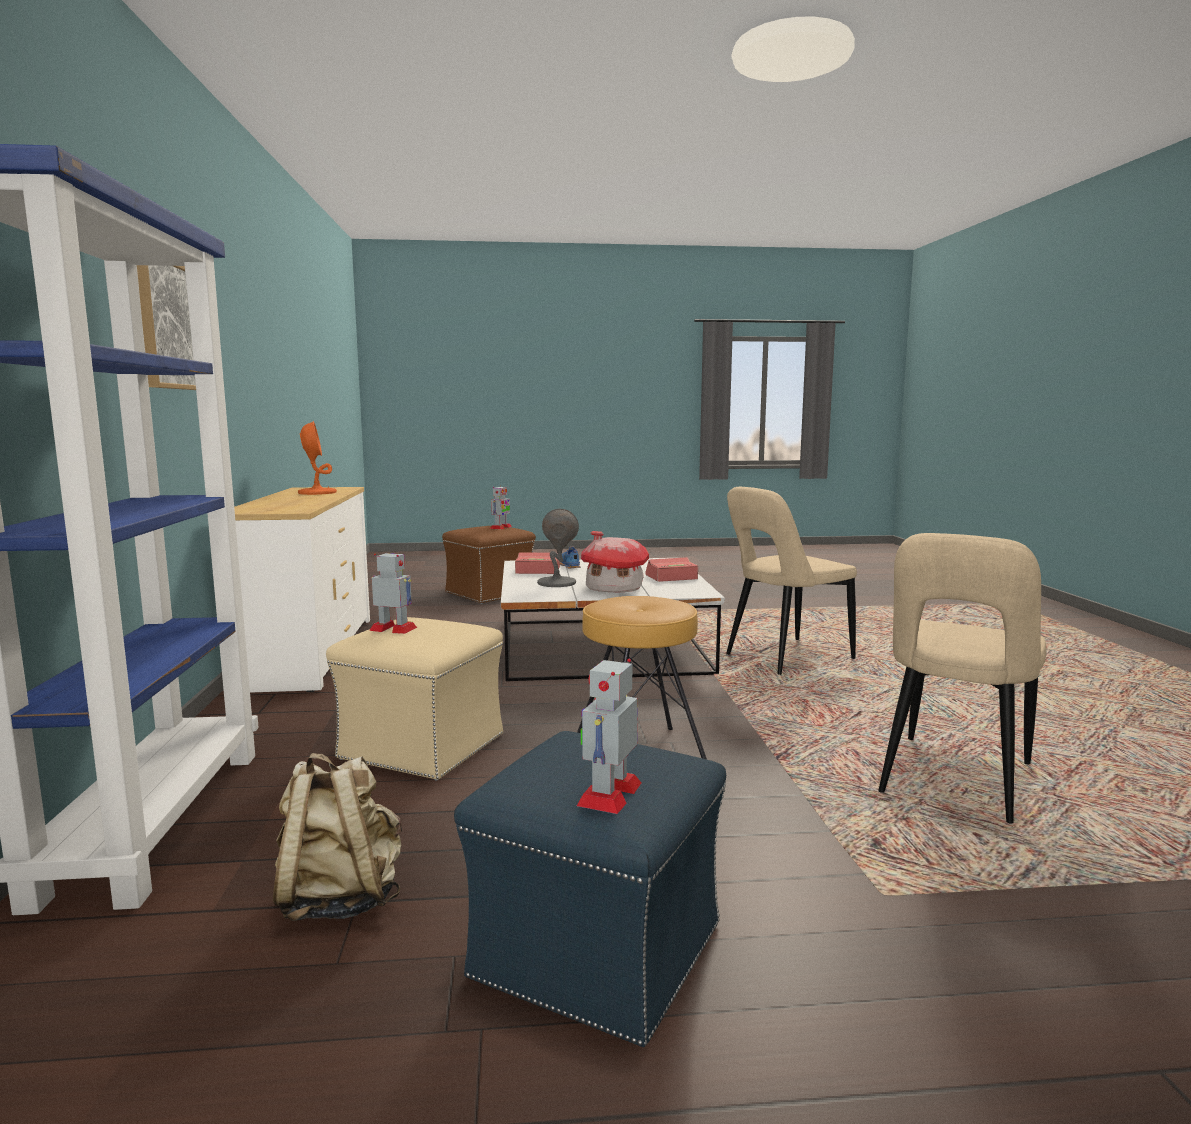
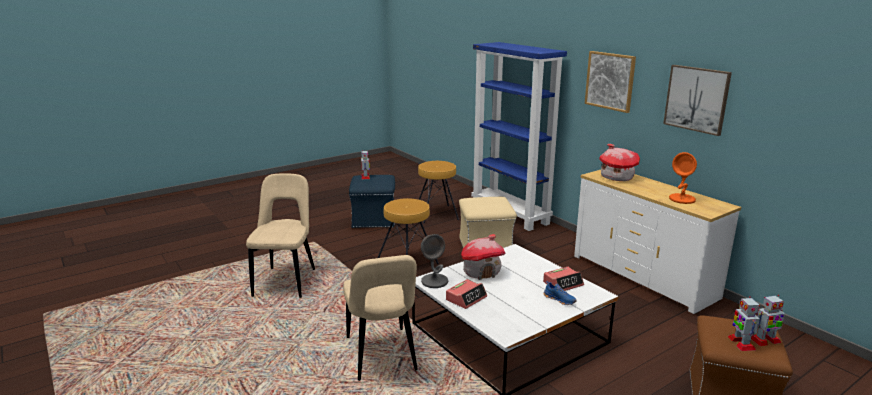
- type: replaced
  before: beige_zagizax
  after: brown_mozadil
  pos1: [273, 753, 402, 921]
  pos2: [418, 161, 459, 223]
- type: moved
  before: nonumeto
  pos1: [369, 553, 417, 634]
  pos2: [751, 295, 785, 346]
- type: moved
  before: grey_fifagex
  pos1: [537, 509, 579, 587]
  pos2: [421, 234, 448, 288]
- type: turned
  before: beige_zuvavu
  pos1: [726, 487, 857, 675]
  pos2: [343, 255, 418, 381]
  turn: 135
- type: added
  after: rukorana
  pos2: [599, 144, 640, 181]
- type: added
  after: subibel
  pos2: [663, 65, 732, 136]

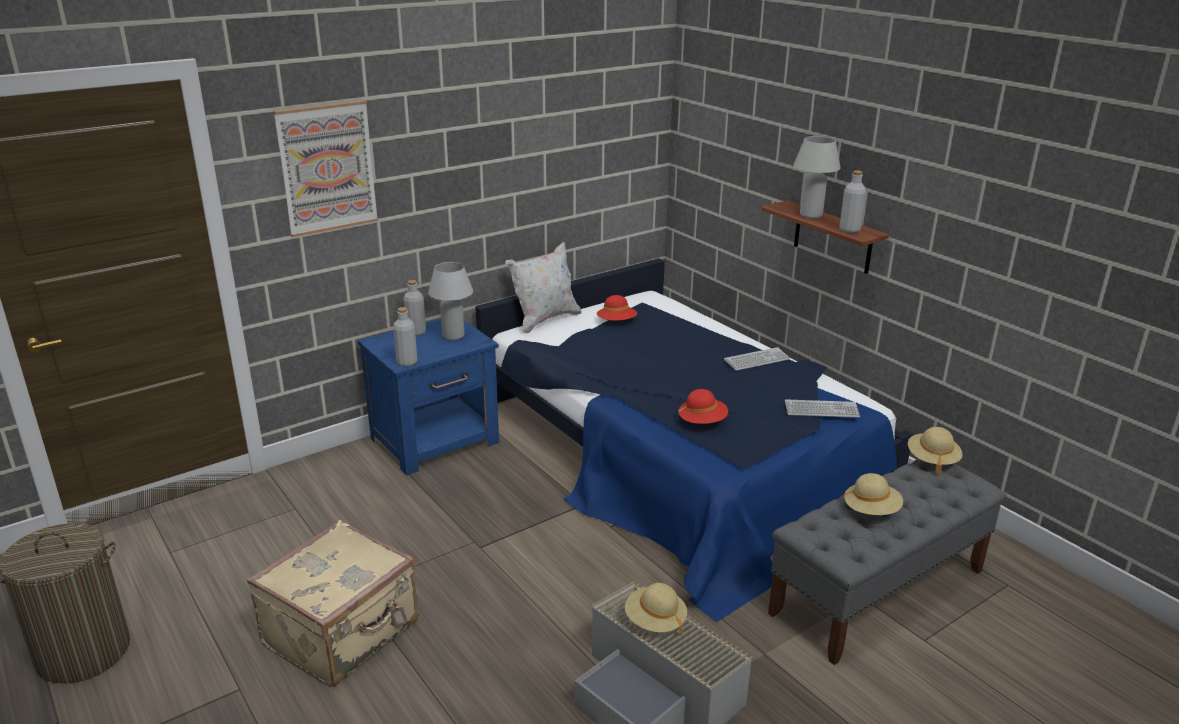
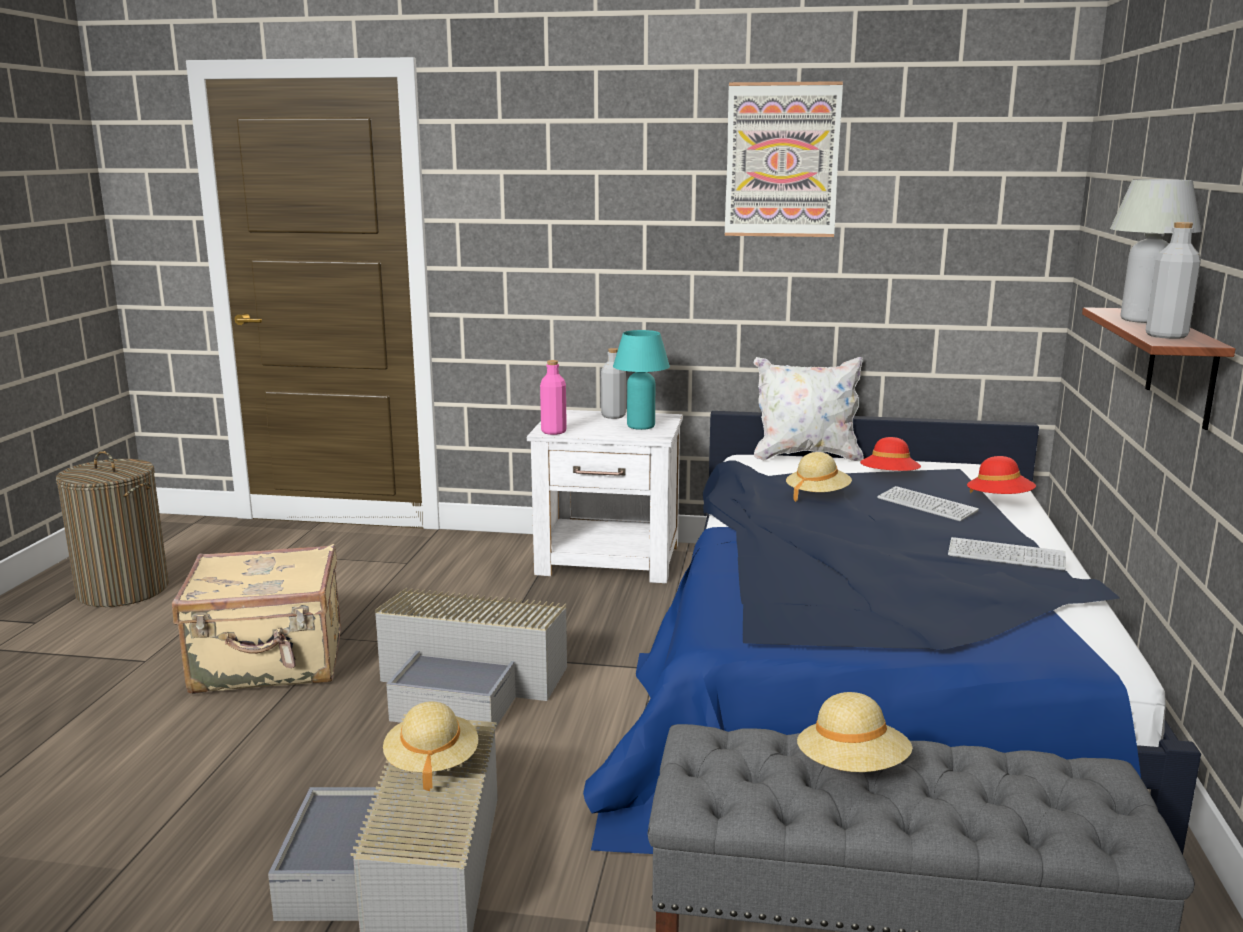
- type: moved
  before: subibel
  pos1: [273, 100, 378, 237]
  pos2: [725, 81, 843, 237]
- type: recoloured
  before: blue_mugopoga
  after: white_mugopoga
  pos1: [358, 319, 499, 475]
  pos2: [527, 410, 683, 584]
- type: recoloured
  before: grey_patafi
  after: pink_patafi
  pos1: [393, 307, 417, 367]
  pos2: [540, 360, 567, 435]
- type: recoloured
  before: white_fifagex
  after: turquoise_fifagex
  pos1: [428, 262, 473, 340]
  pos2: [613, 330, 670, 430]
- type: moved
  before: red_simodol
  pos1: [677, 389, 728, 424]
  pos2: [967, 456, 1036, 494]
- type: moved
  before: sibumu
  pos1: [785, 399, 860, 418]
  pos2: [877, 486, 979, 521]
- type: moved
  before: beige_simodol
  pos1: [908, 427, 962, 475]
  pos2: [786, 452, 852, 502]
- type: added
  after: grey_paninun
  pos2: [375, 588, 567, 727]

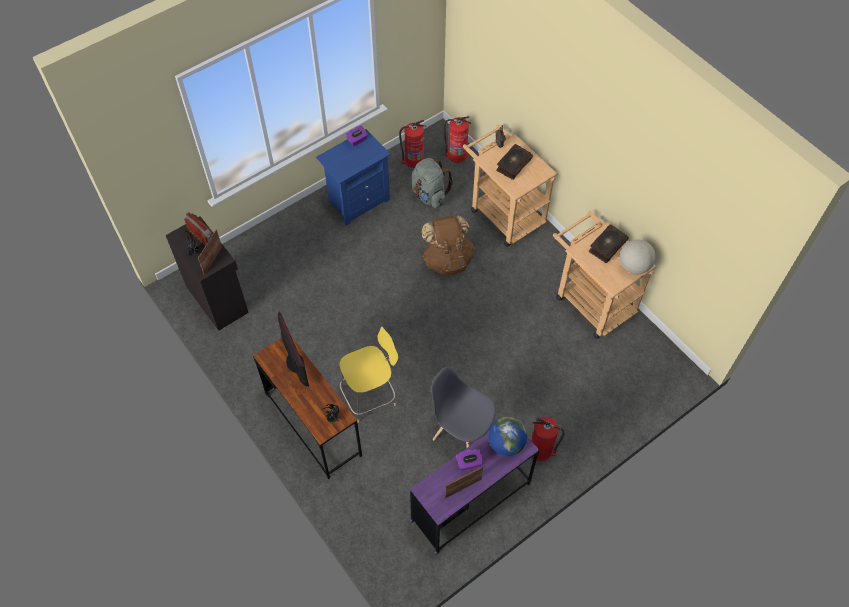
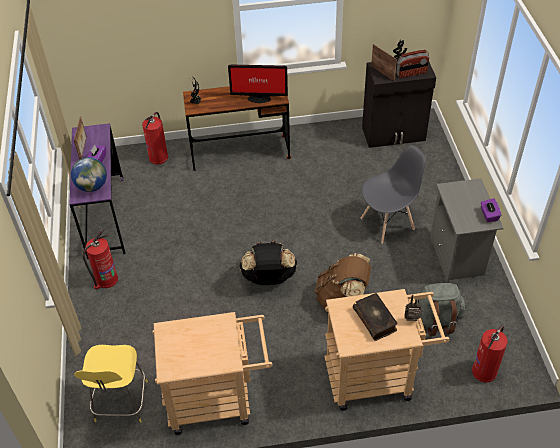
- type: recoloured
  before: blue_mugopoga
  after: grey_mugopoga
  pos1: [316, 129, 390, 226]
  pos2: [430, 178, 504, 283]
- type: moved
  before: yellow_mozadil
  pos1: [340, 327, 398, 423]
  pos2: [74, 345, 148, 423]
- type: moved
  before: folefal
  pos1: [399, 120, 426, 168]
  pos2: [142, 112, 168, 164]
- type: moved
  before: grey_zuvavu
  pos1: [431, 367, 496, 448]
  pos2: [361, 145, 426, 244]
- type: removed
  before: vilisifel
  pos1: [589, 224, 628, 263]
- type: removed
  before: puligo
  pos1: [620, 239, 655, 274]
- type: added
  after: black_zagizax
  pos2: [240, 241, 297, 285]

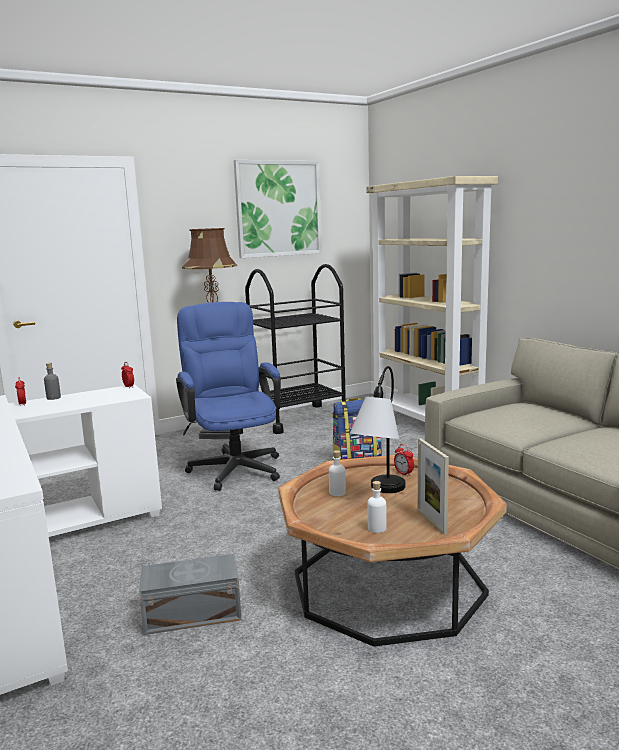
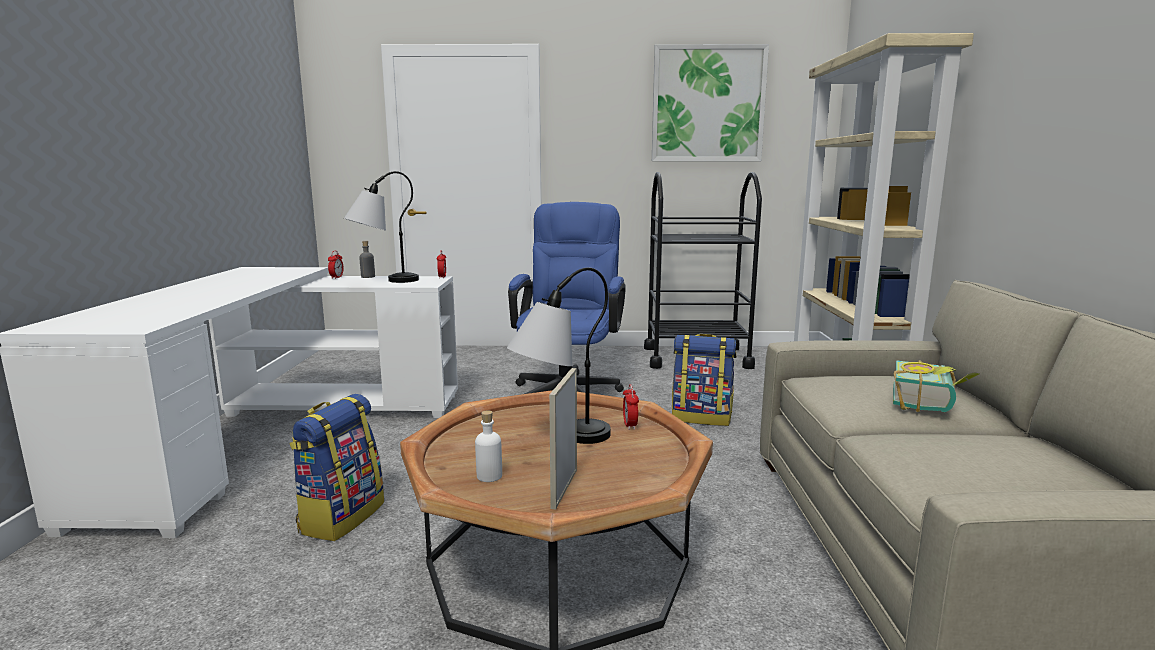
- type: replaced
  before: grey_paninun
  after: zagizax
  pos1: [139, 554, 241, 635]
  pos2: [290, 394, 384, 541]
- type: removed
  before: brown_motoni
  pos1: [182, 228, 237, 439]
- type: removed
  before: white_patafi
  pos1: [329, 450, 346, 496]
- type: added
  after: fifagex
  pos2: [344, 171, 419, 283]
- type: added
  after: vilisifel
  pos2: [893, 360, 979, 412]

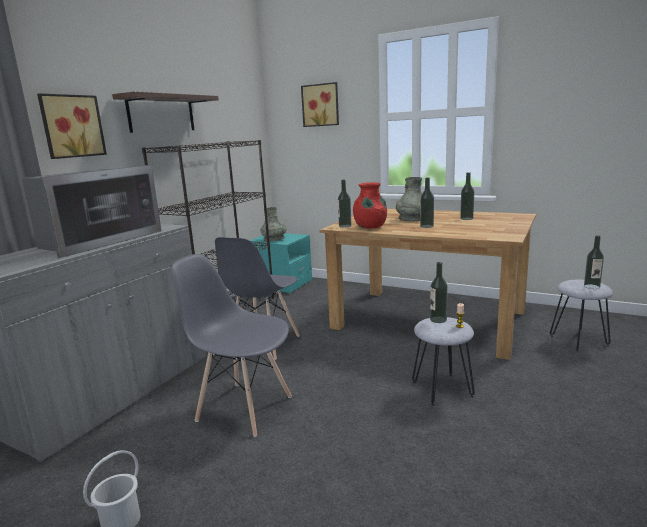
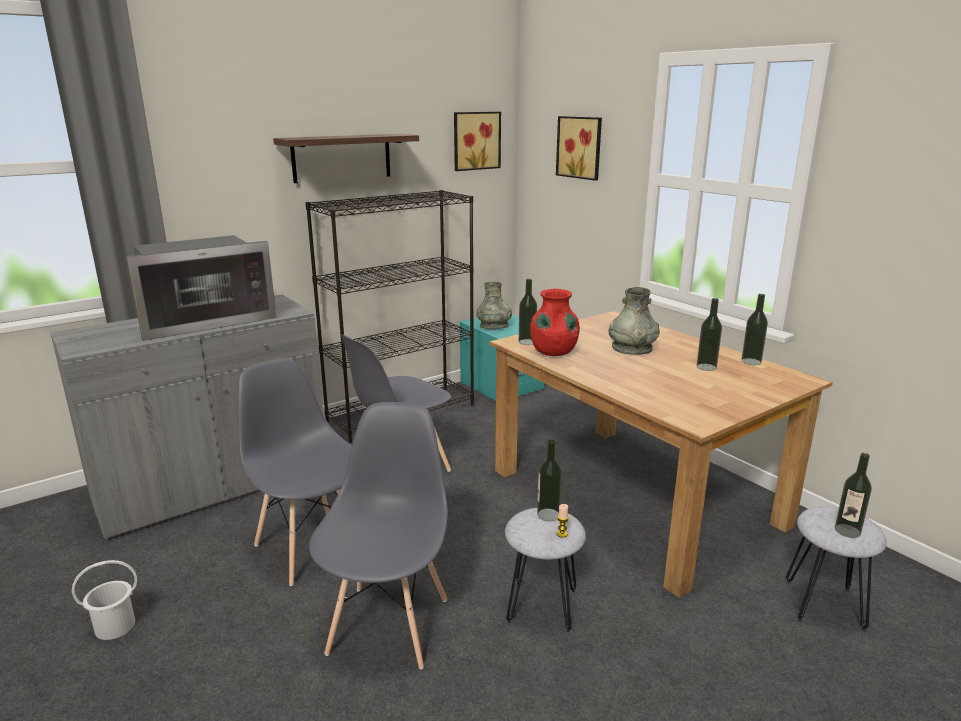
- type: moved
  before: subibel
  pos1: [37, 93, 107, 159]
  pos2: [454, 112, 501, 171]
- type: moved
  before: patafi
  pos1: [420, 178, 434, 228]
  pos2: [741, 294, 768, 365]
- type: added
  after: grey_zuvavu
  pos2: [309, 402, 448, 669]

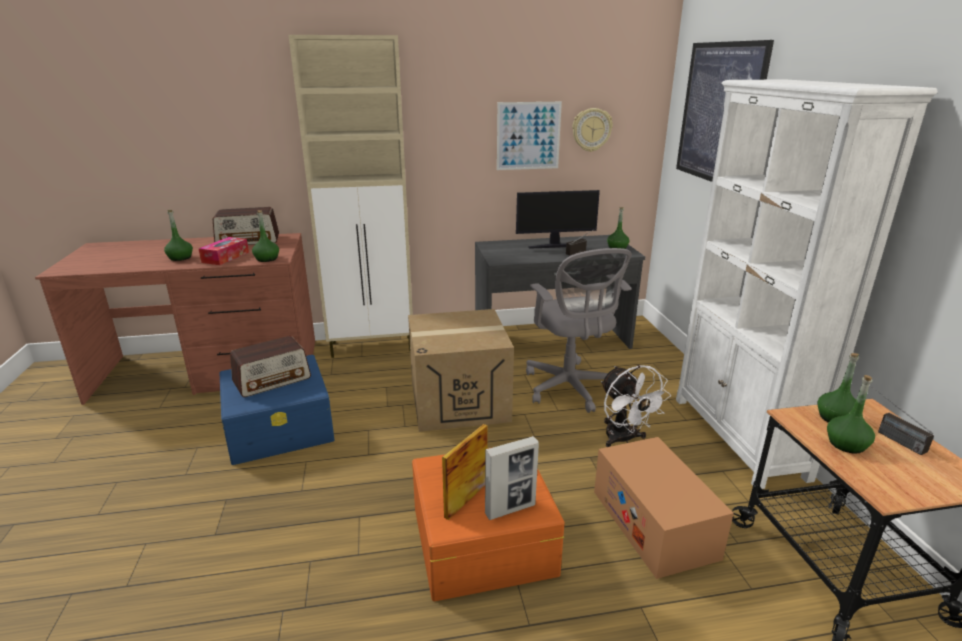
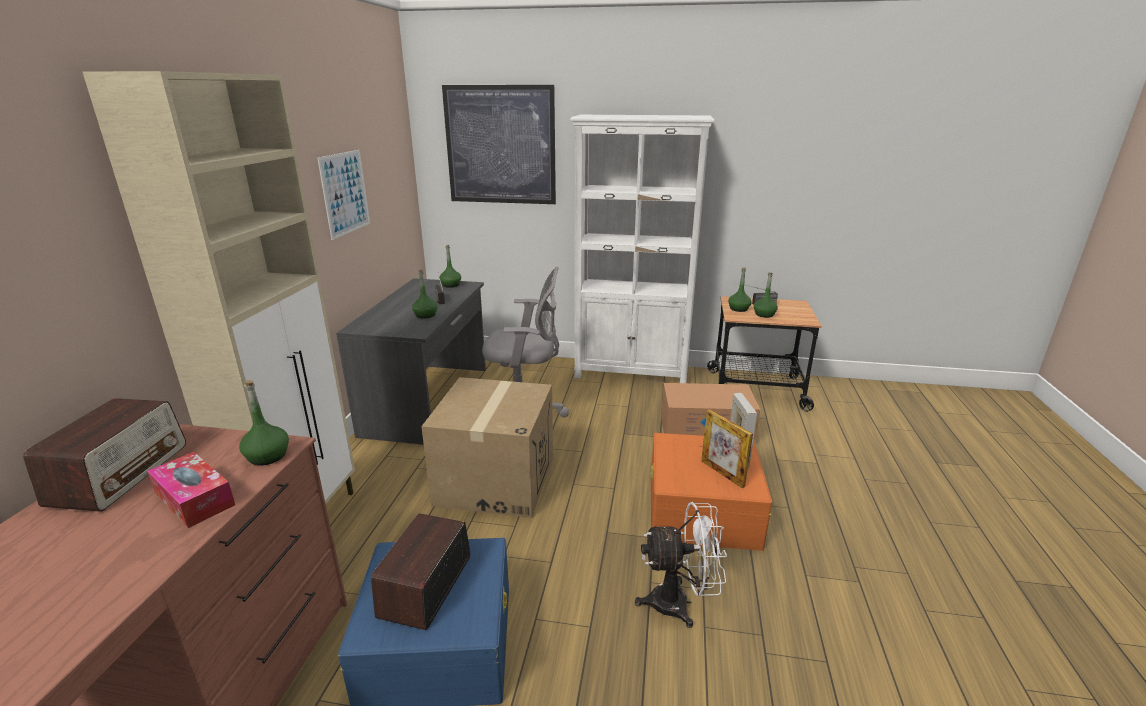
- type: moved
  before: green_patafi
  pos1: [164, 210, 193, 261]
  pos2: [412, 270, 437, 319]
- type: turned
  before: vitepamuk
  pos1: [230, 336, 311, 397]
  pos2: [371, 513, 470, 630]
  turn: -150
- type: removed
  before: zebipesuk
  pos1: [516, 190, 600, 249]
- type: removed
  before: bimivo
  pos1: [572, 108, 613, 152]
- type: moved
  before: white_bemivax
  pos1: [601, 365, 671, 447]
  pos2: [635, 502, 727, 628]

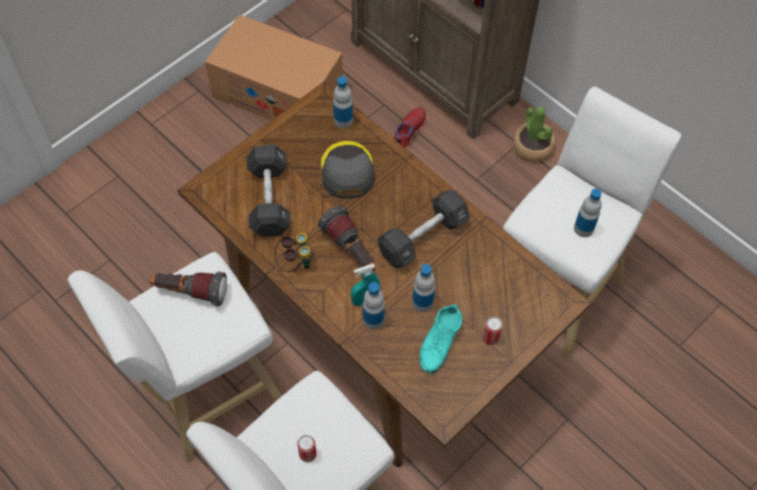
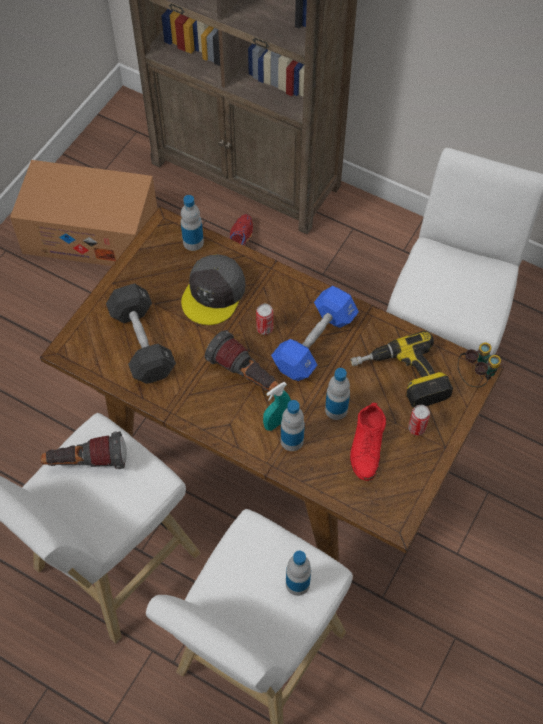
- type: moved
  before: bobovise
  pos1: [275, 233, 314, 272]
  pos2: [458, 342, 501, 387]
- type: moved
  before: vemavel
  pos1: [297, 435, 317, 462]
  pos2: [256, 304, 273, 335]
- type: turned
  before: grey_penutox
  pos1: [321, 141, 374, 199]
  pos2: [181, 254, 246, 325]
  turn: -135
- type: recoloured
  before: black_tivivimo
  after: blue_tivivimo
  pos1: [377, 189, 470, 268]
  pos2: [271, 286, 359, 381]
- type: recoloured
  before: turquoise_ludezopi
  after: red_ludezopi
  pos1: [420, 304, 462, 374]
  pos2: [350, 403, 386, 481]
- type: removed
  before: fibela
  pos1: [513, 106, 556, 162]
- type: moved
  before: patafi
  pos1: [574, 188, 602, 237]
  pos2: [286, 551, 311, 596]
- type: added
  after: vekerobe
  pos2: [351, 331, 453, 408]

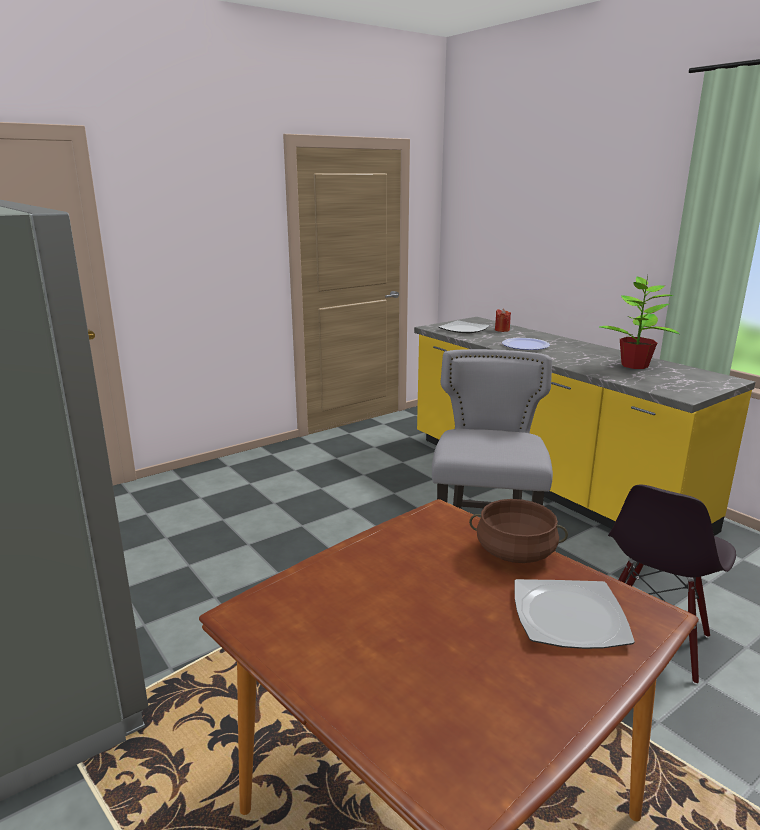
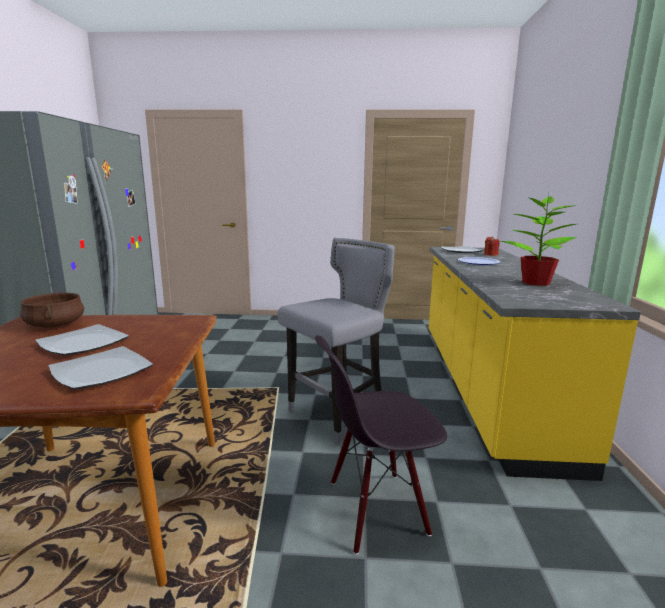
- type: moved
  before: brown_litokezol
  pos1: [469, 499, 568, 563]
  pos2: [20, 293, 84, 328]
- type: added
  after: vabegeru
  pos2: [35, 324, 129, 356]

